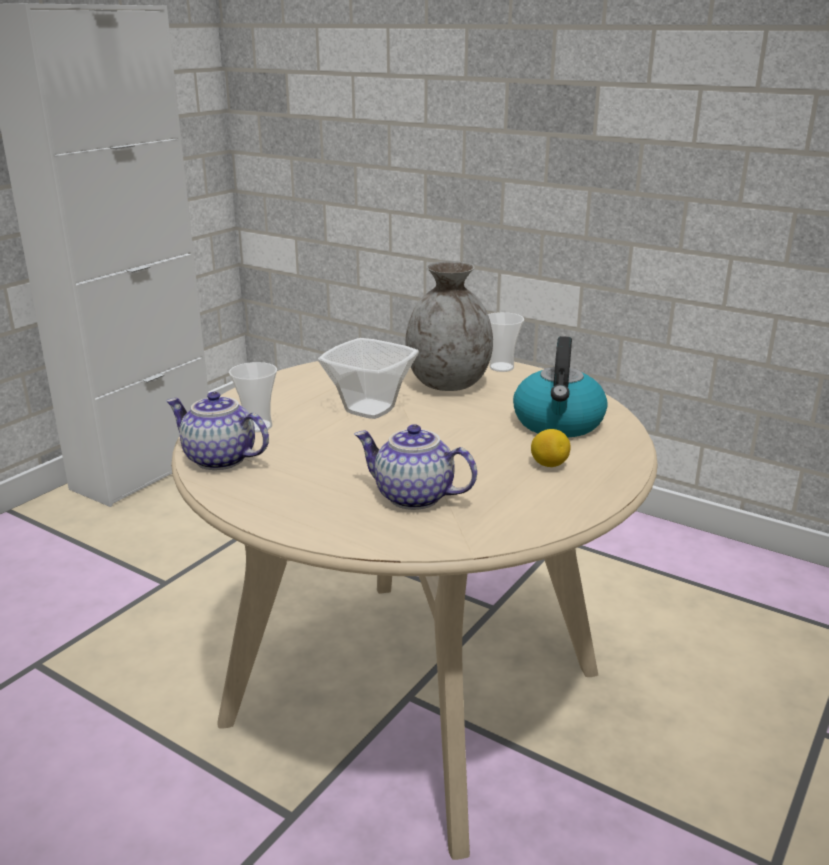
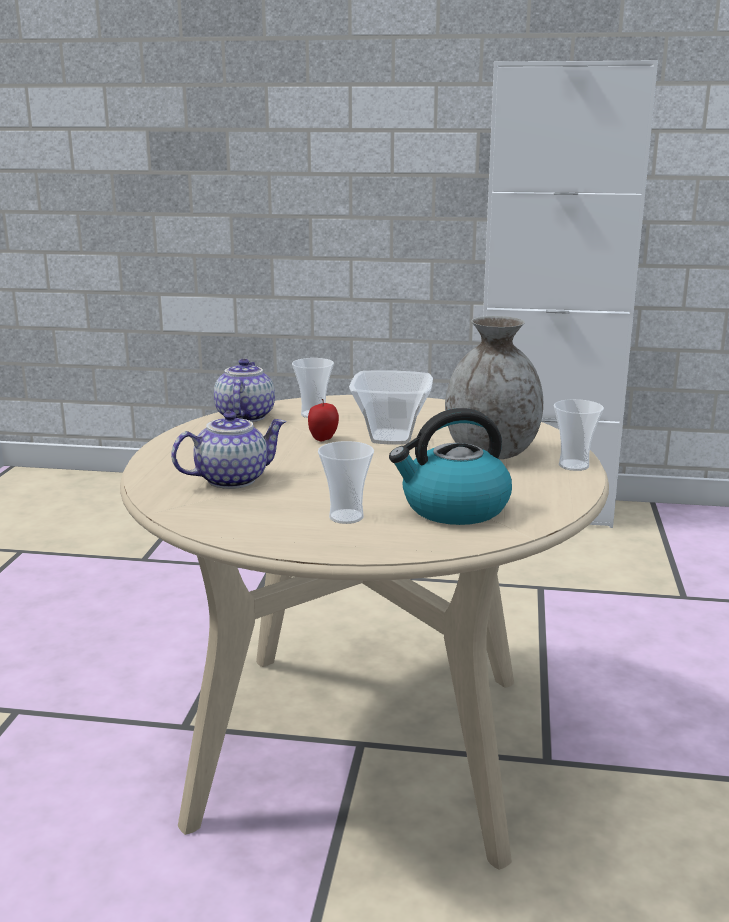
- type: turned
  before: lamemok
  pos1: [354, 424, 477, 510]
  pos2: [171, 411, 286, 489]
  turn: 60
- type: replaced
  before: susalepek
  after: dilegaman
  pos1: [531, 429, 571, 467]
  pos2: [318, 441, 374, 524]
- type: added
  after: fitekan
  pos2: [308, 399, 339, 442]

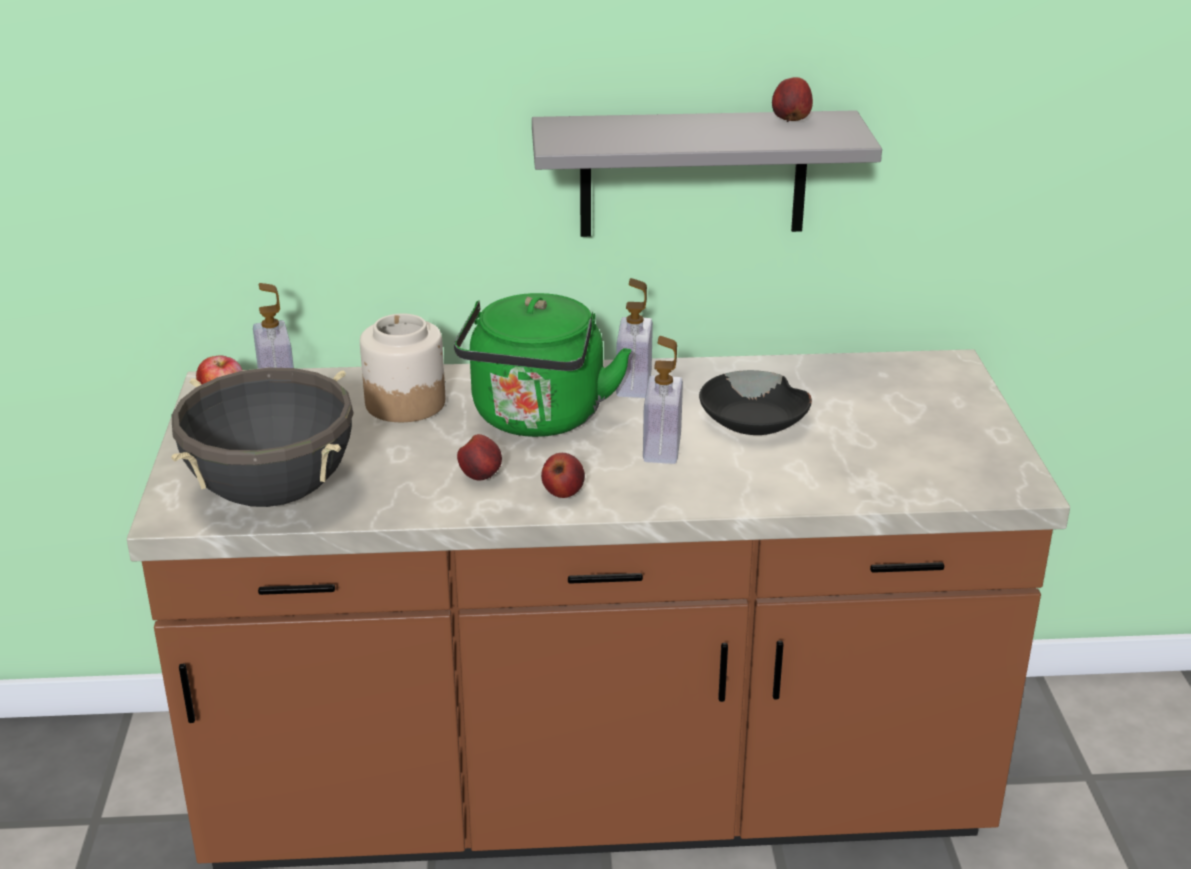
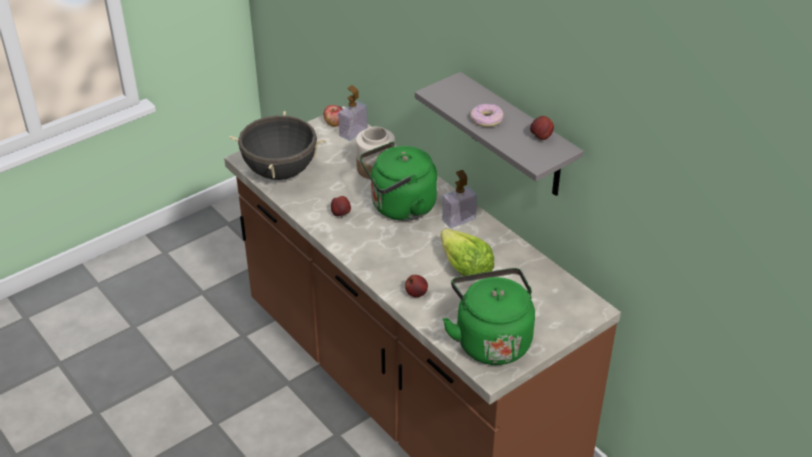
- type: moved
  before: fitekan
  pos1: [541, 453, 585, 498]
  pos2: [405, 275, 428, 297]
- type: removed
  before: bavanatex
  pos1: [643, 336, 683, 464]
- type: replaced
  before: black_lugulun
  after: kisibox
  pos1: [699, 370, 812, 435]
  pos2: [440, 229, 494, 276]
- type: added
  after: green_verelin
  pos2: [443, 268, 535, 365]
- type: added
  after: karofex
  pos2: [470, 104, 503, 127]

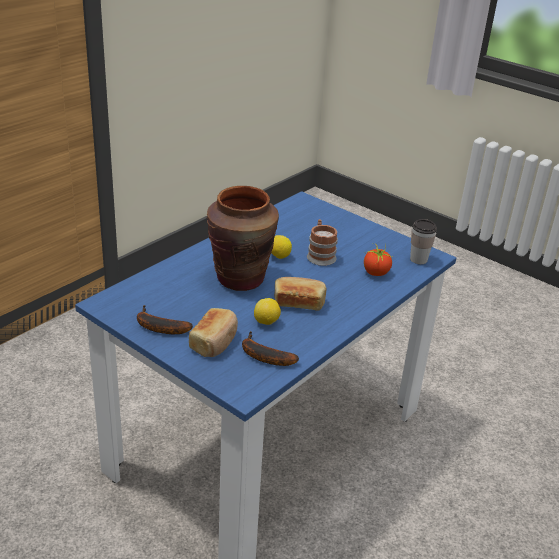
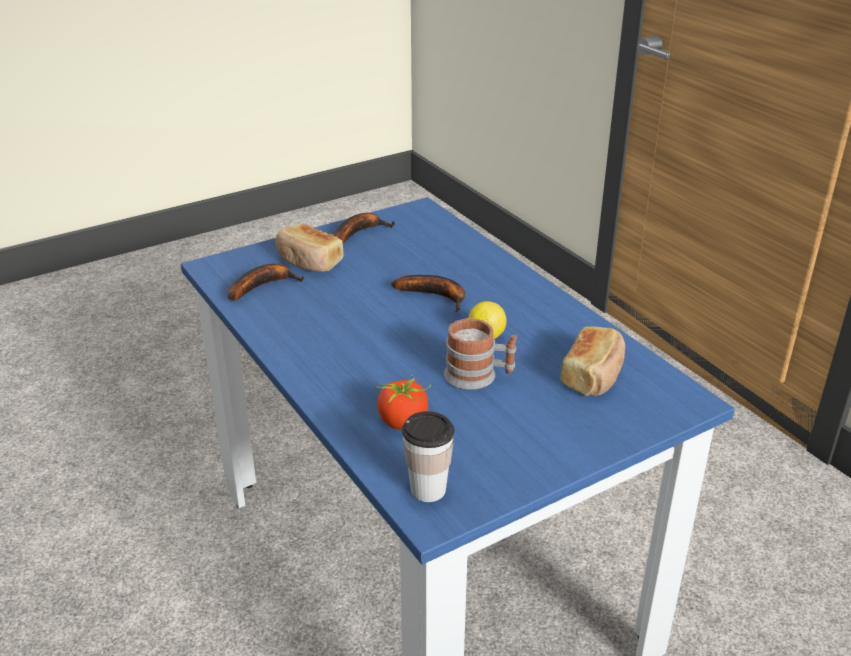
- type: replaced
  before: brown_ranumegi
  after: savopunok
  pos1: [207, 186, 279, 291]
  pos2: [391, 275, 465, 312]
- type: removed
  before: susalepek
  pos1: [254, 298, 281, 325]
- type: moved
  before: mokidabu
  pos1: [274, 277, 327, 311]
  pos2: [560, 327, 625, 396]

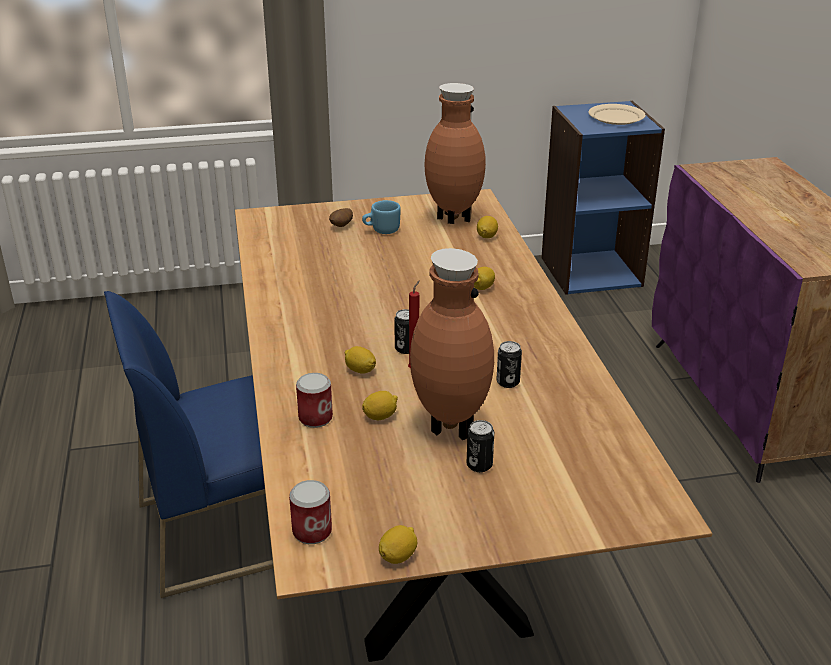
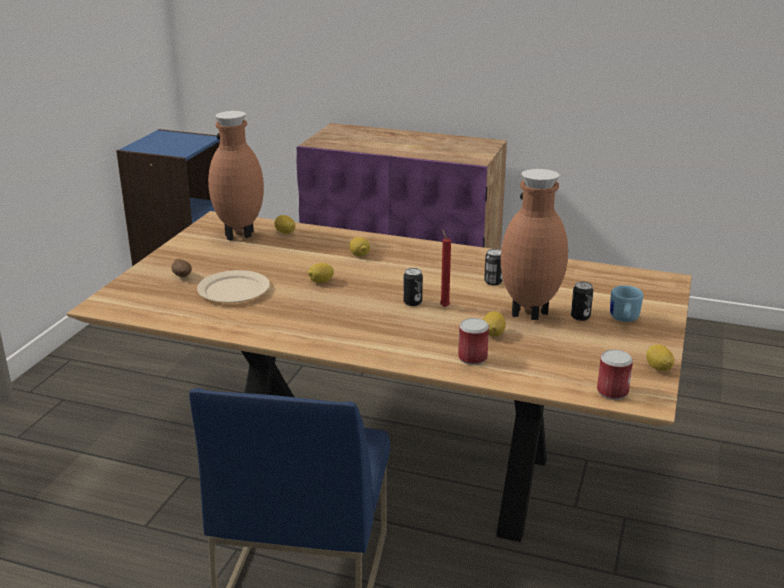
- type: moved
  before: susalepek
  pos1: [345, 346, 376, 374]
  pos2: [308, 263, 334, 283]
- type: moved
  before: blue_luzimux
  pos1: [362, 200, 401, 234]
  pos2: [610, 285, 643, 322]
- type: moved
  before: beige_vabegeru
  pos1: [588, 104, 646, 125]
  pos2: [197, 270, 270, 303]

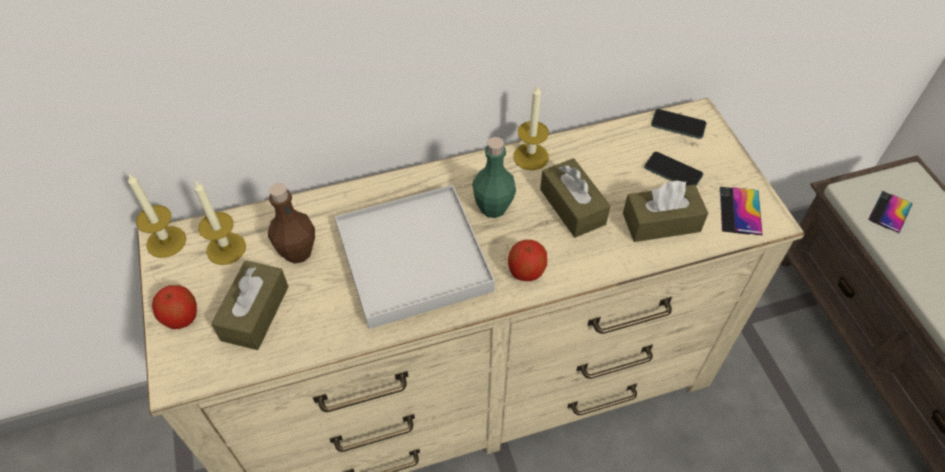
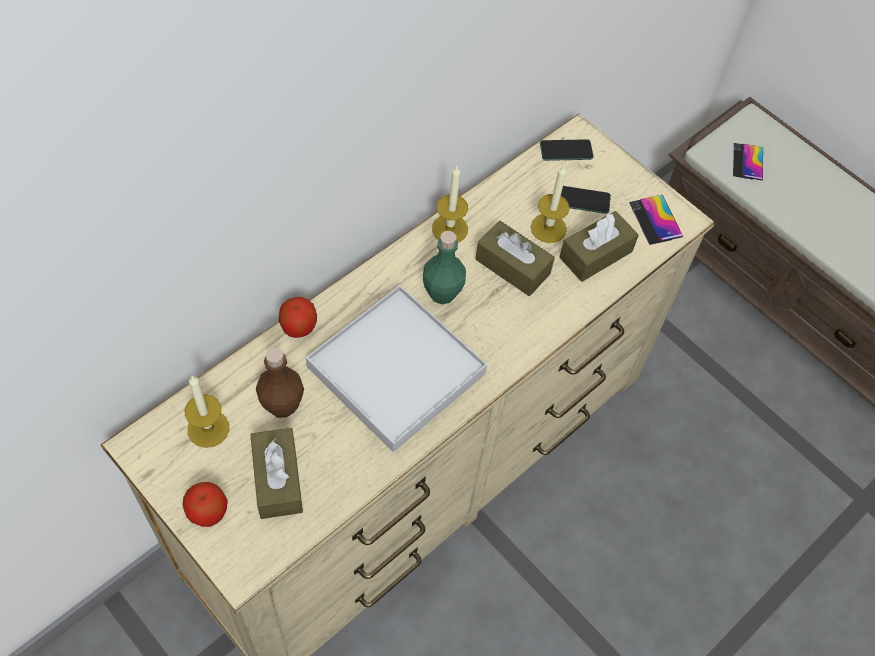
- type: moved
  before: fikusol
  pos1: [128, 173, 186, 258]
  pos2: [531, 166, 570, 243]
- type: moved
  before: fitekan
  pos1: [508, 240, 547, 281]
  pos2: [279, 297, 317, 338]

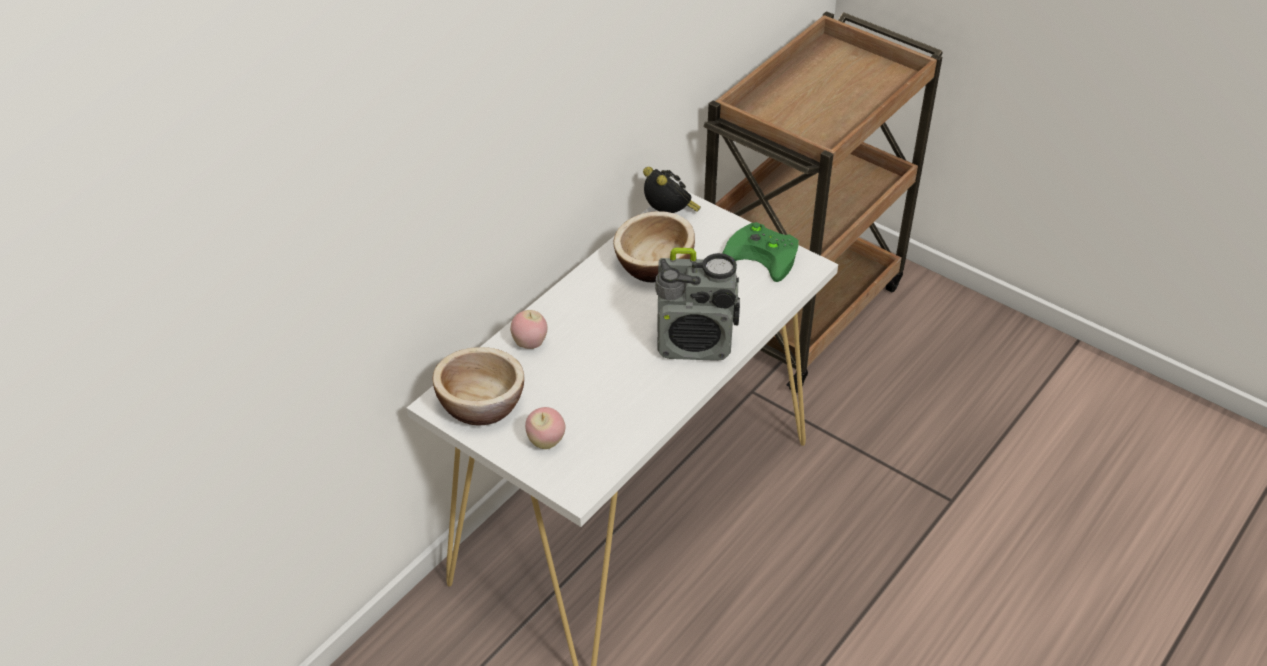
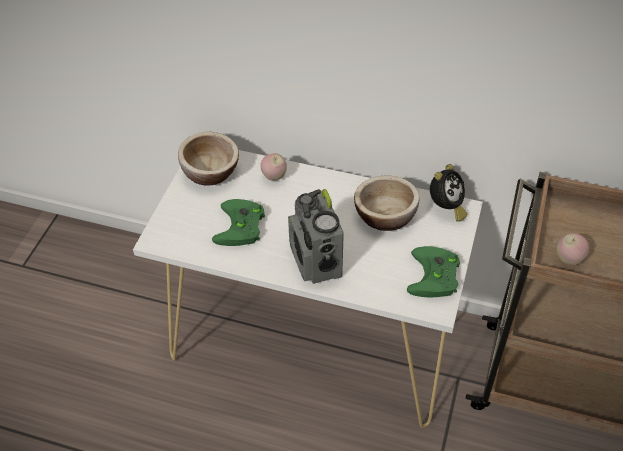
- type: moved
  before: fitekan
  pos1: [525, 407, 566, 449]
  pos2: [557, 233, 589, 265]
- type: added
  after: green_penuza
  pos2: [212, 199, 265, 246]

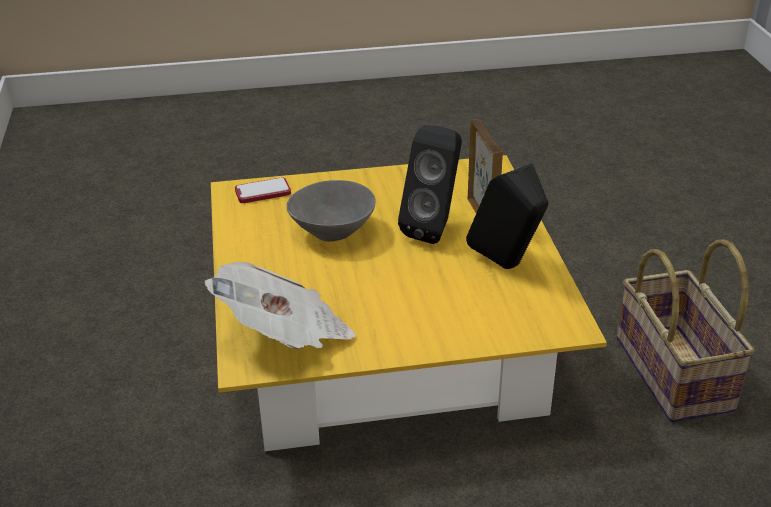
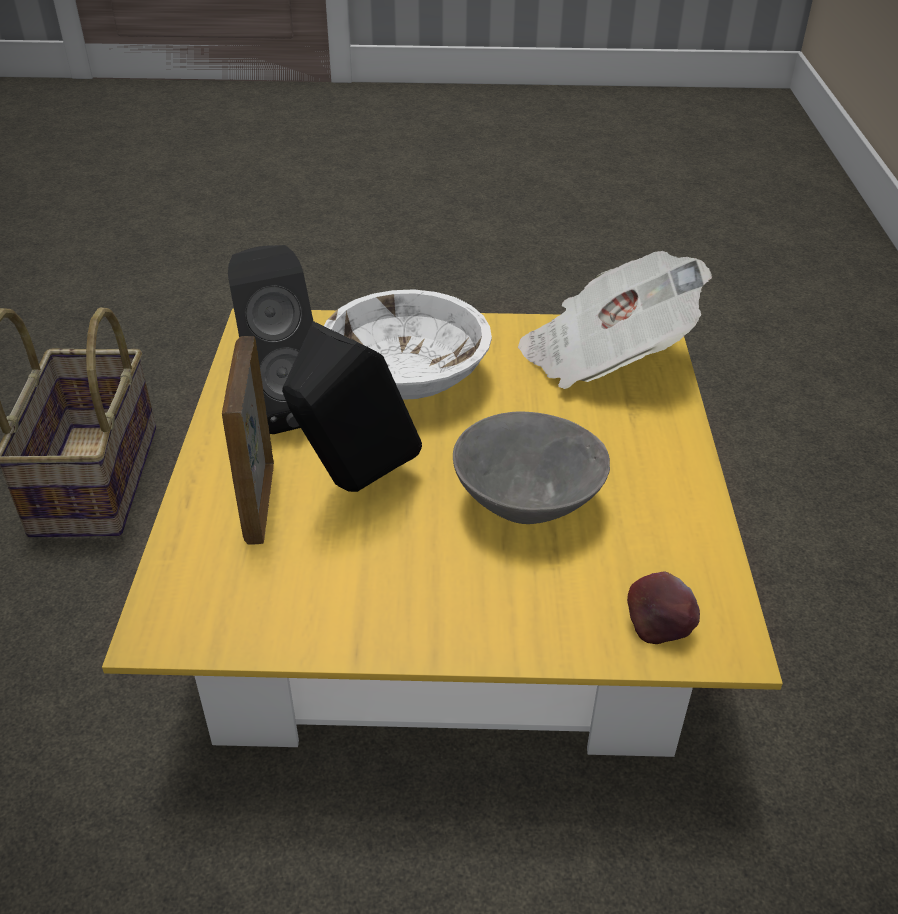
- type: replaced
  before: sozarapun
  after: fitekan
  pos1: [235, 177, 291, 203]
  pos2: [627, 572, 700, 644]
- type: added
  after: white_lugulun
  pos2: [324, 290, 492, 400]

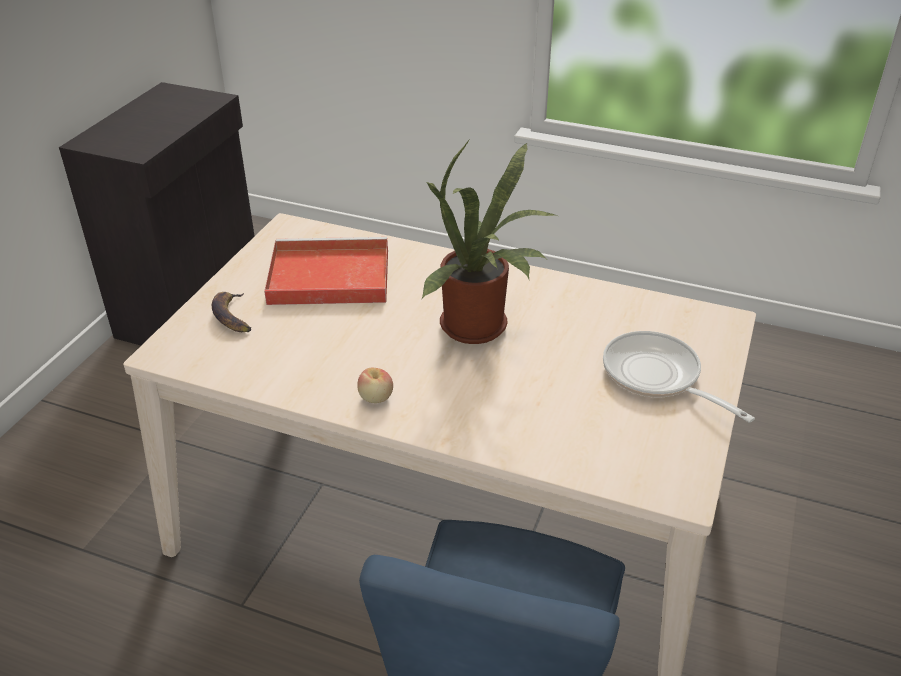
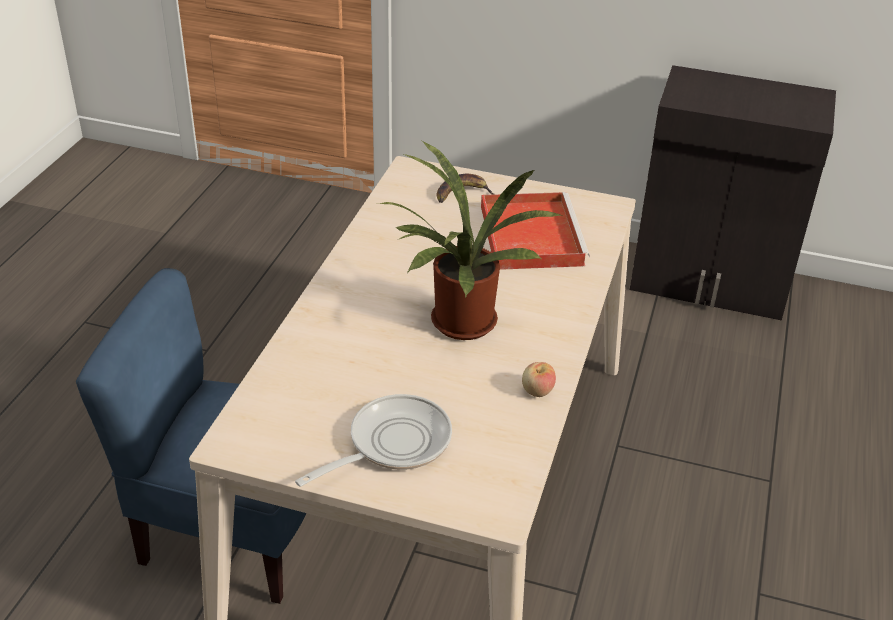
- type: moved
  before: fitekan
  pos1: [357, 368, 393, 403]
  pos2: [522, 362, 556, 397]

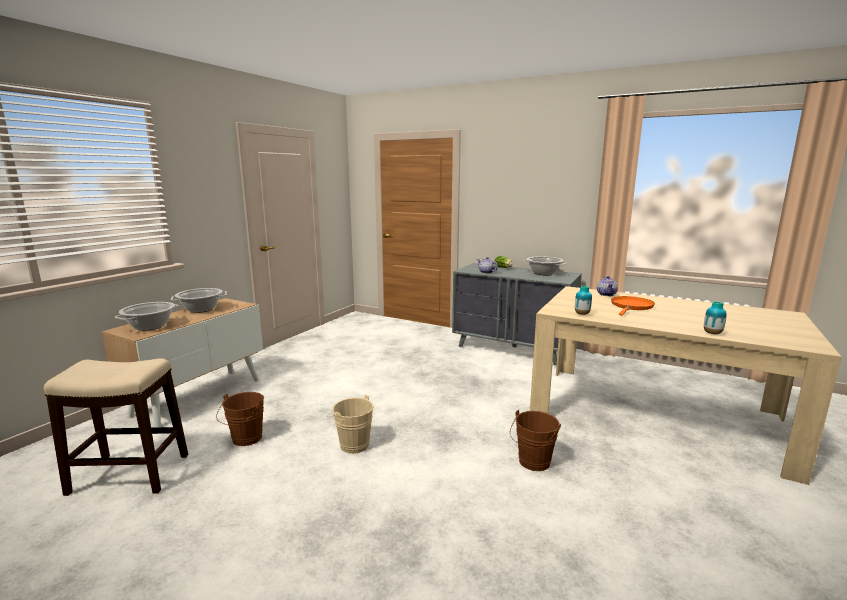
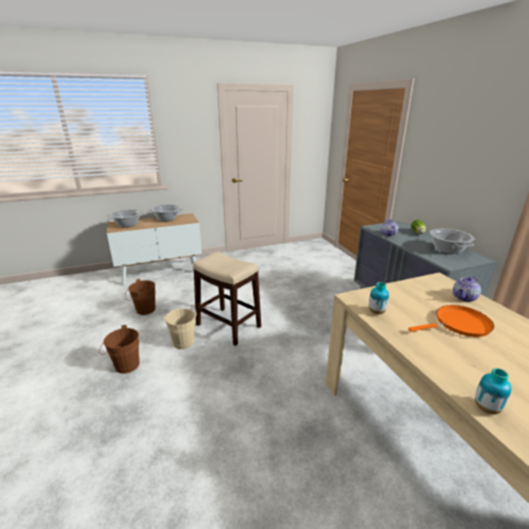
- type: moved
  before: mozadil
  pos1: [44, 358, 188, 496]
  pos2: [193, 252, 261, 346]
- type: moved
  before: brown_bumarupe
  pos1: [510, 410, 561, 471]
  pos2: [99, 325, 139, 374]

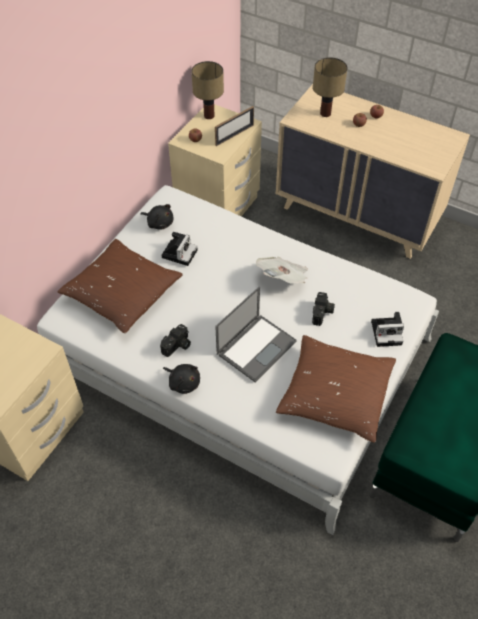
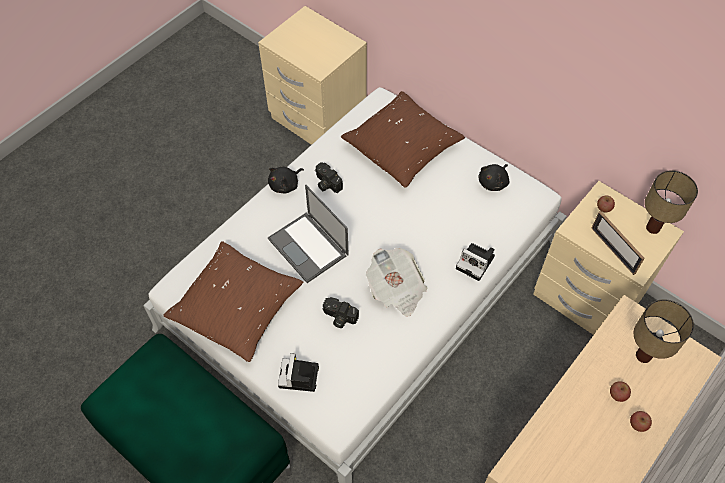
- type: moved
  before: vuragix
  pos1: [161, 232, 197, 266]
  pos2: [456, 243, 495, 281]

